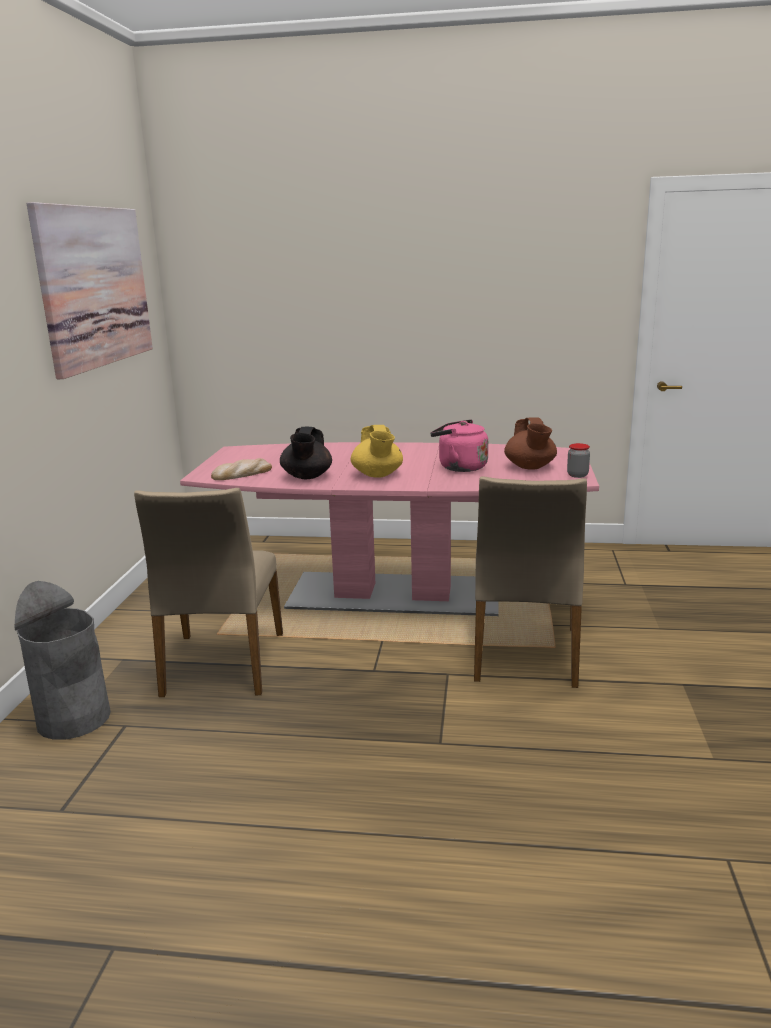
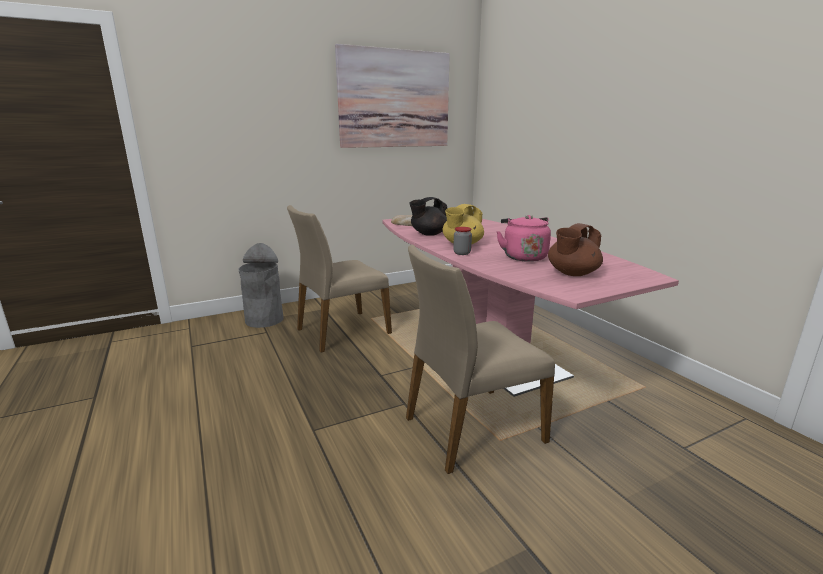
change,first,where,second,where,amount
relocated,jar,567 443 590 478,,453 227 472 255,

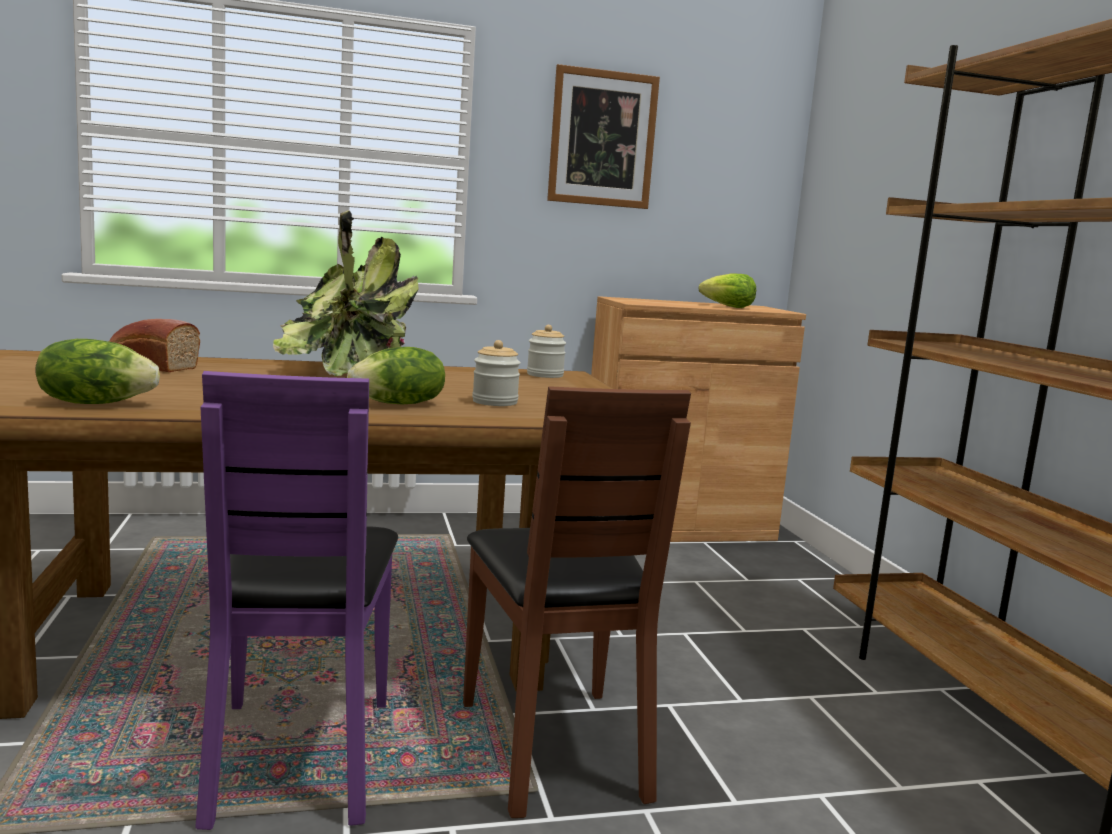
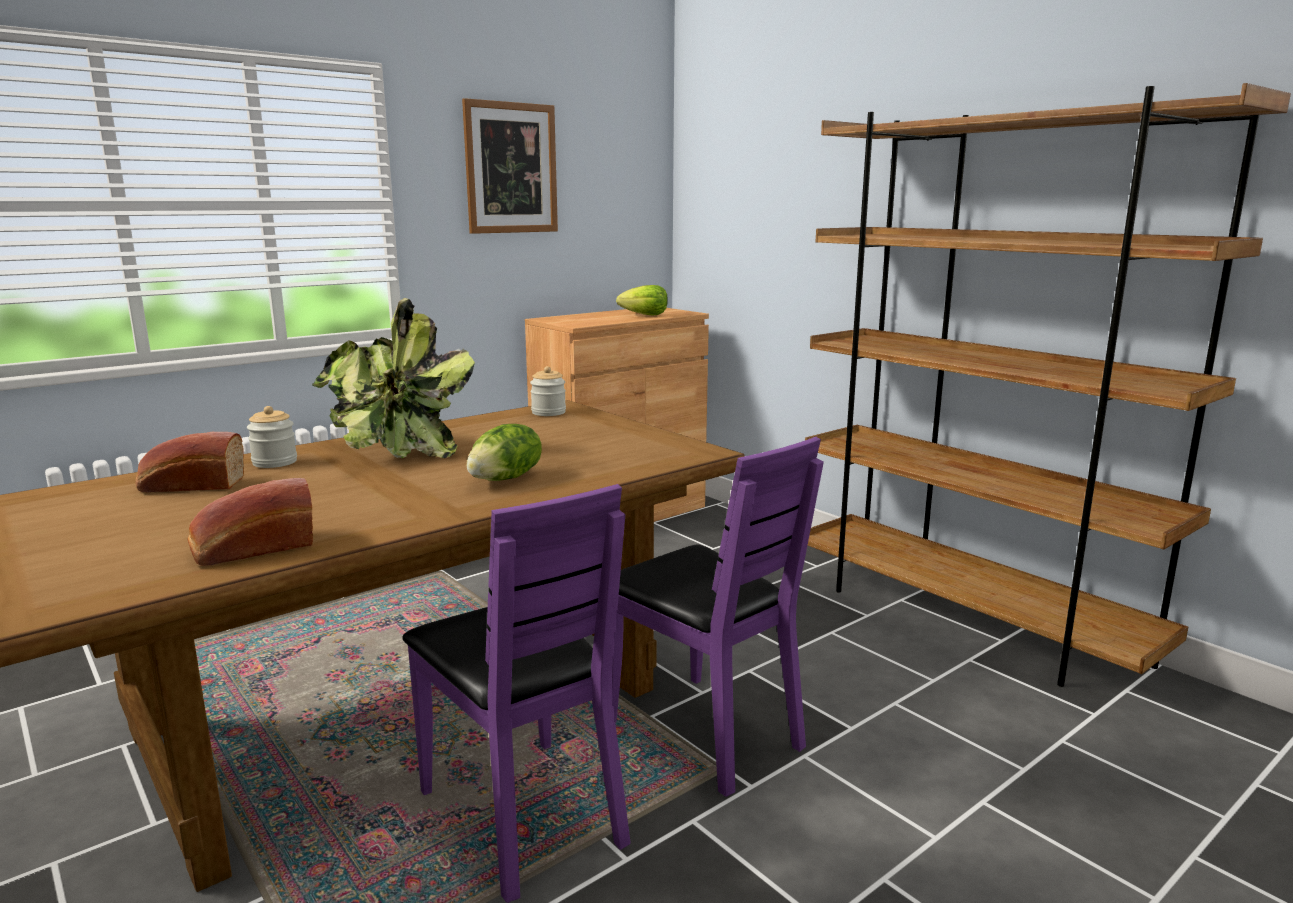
change,first,where,second,where,amount
exchanged,lettuce,35 339 160 404,bread,188 478 313 566,
relocated,jar,472 340 521 406,,247 406 297 468,
colour,brown chair,463 386 691 818,purple chair,612 437 824 797,

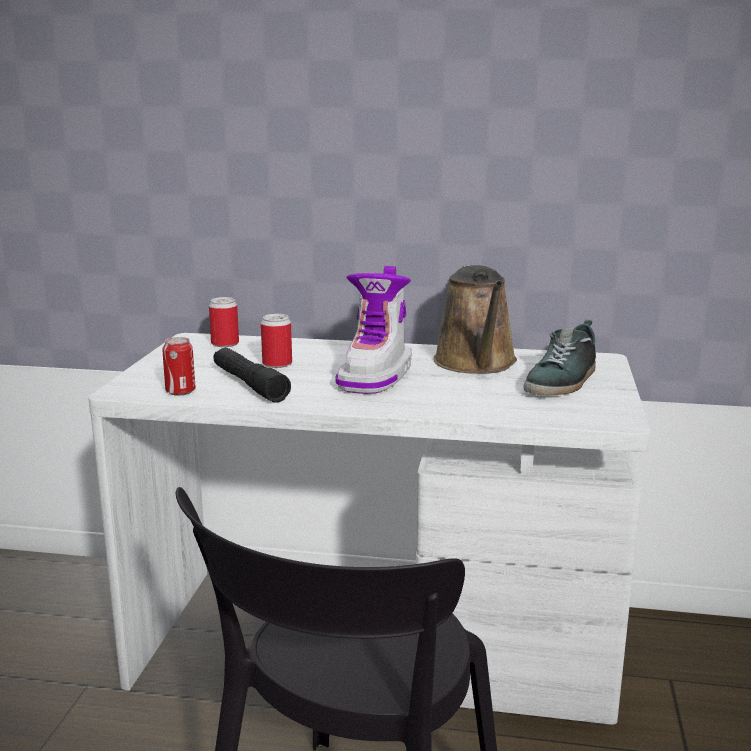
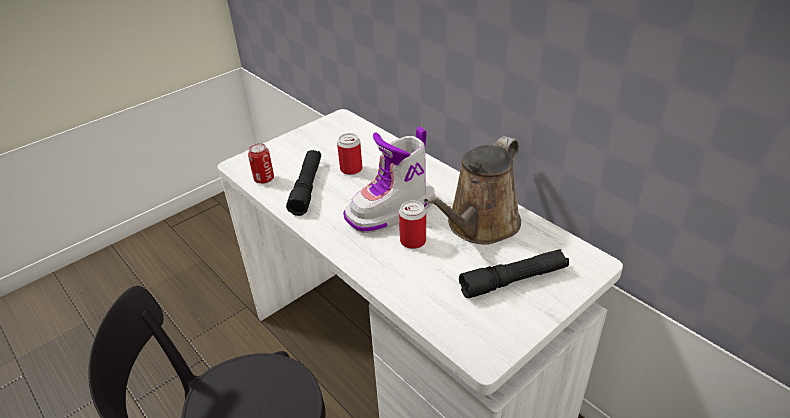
change,first,where,second,where,amount
relocated,can,209 297 239 347,,399 200 426 249,
exchanged,shoe,524 320 596 396,black flashlight,459 249 569 298,

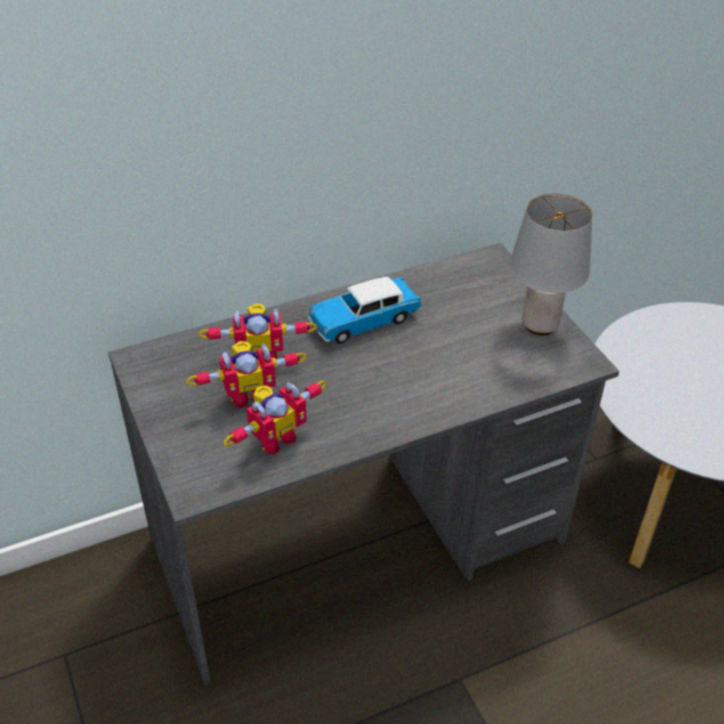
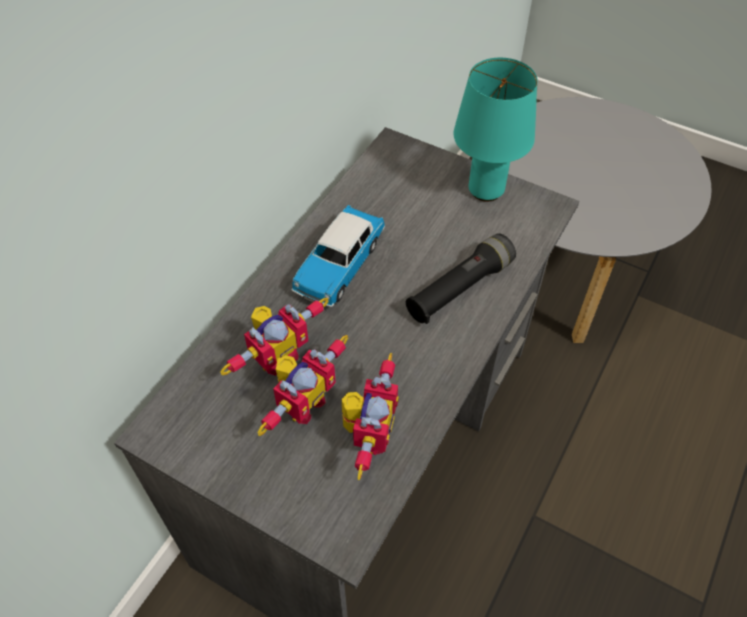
change,first,where,second,where,amount
appeared,,,black flashlight,406 233 516 324,
colour,grey table lamp,510 193 593 335,turquoise table lamp,454 58 538 202,

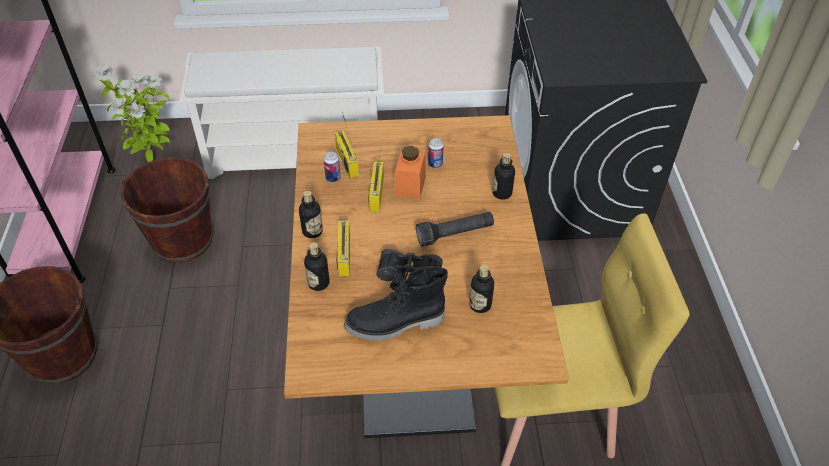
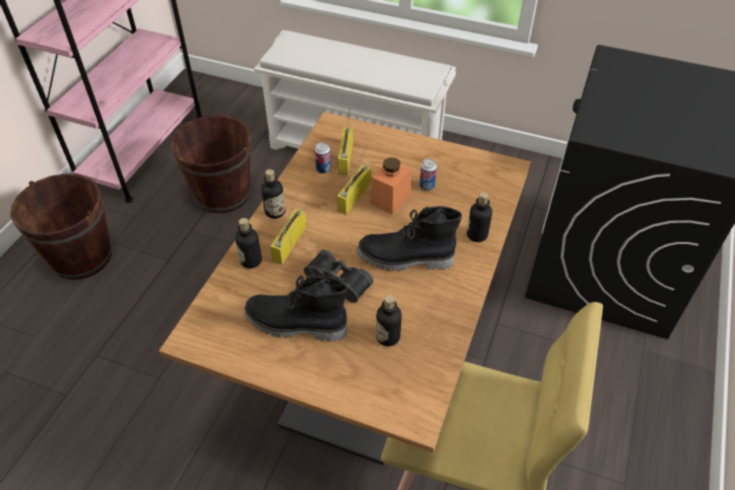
change,first,where,second,where,amount
exchanged,black flashlight,416 212 494 247,black boot,356 206 462 271,
missing,potted plant,95 65 170 162,,,

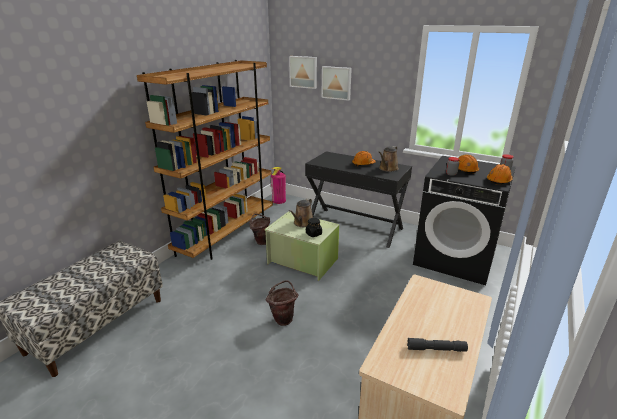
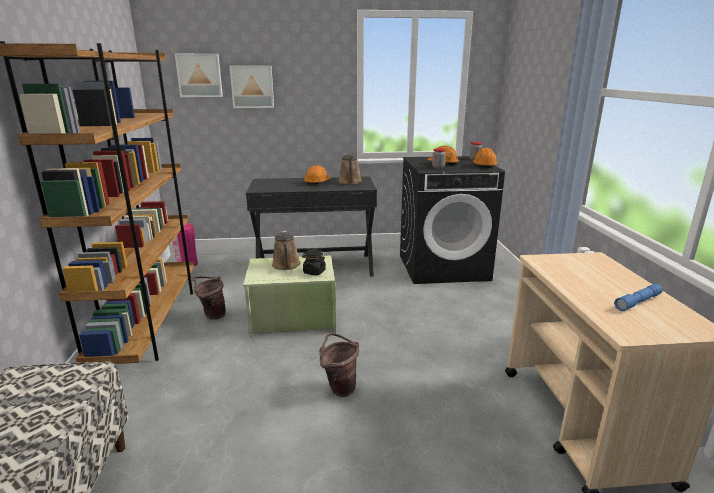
change,first,where,second,where,amount
colour,grey flashlight,407 338 468 352,blue flashlight,614 284 663 311,

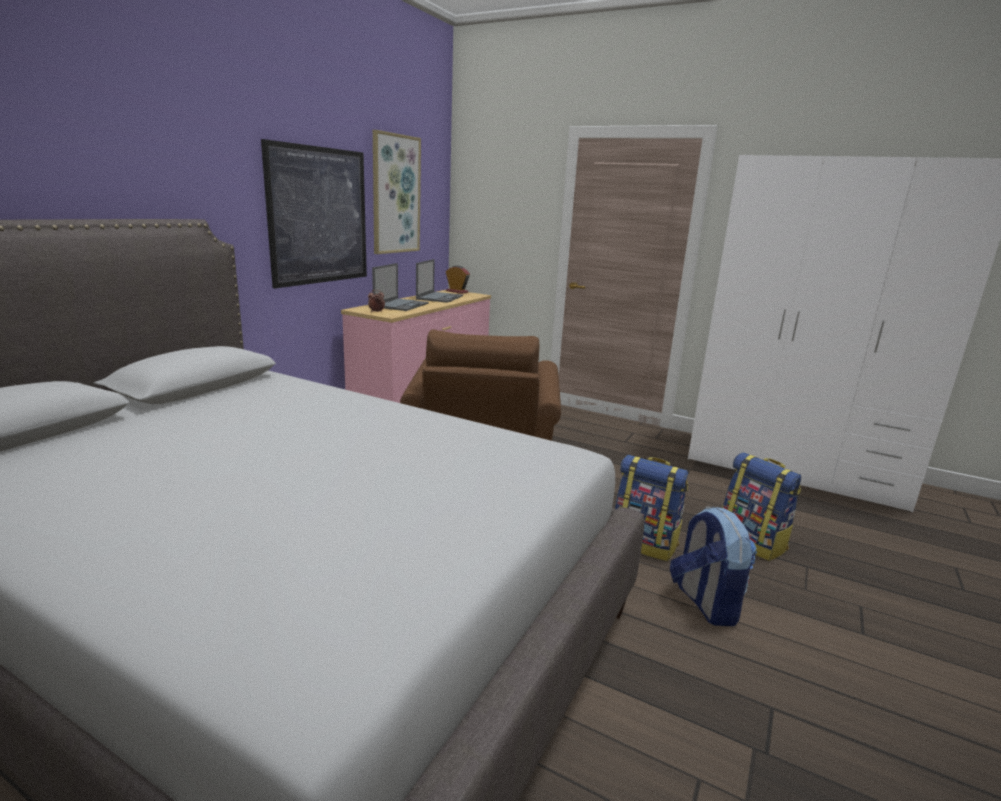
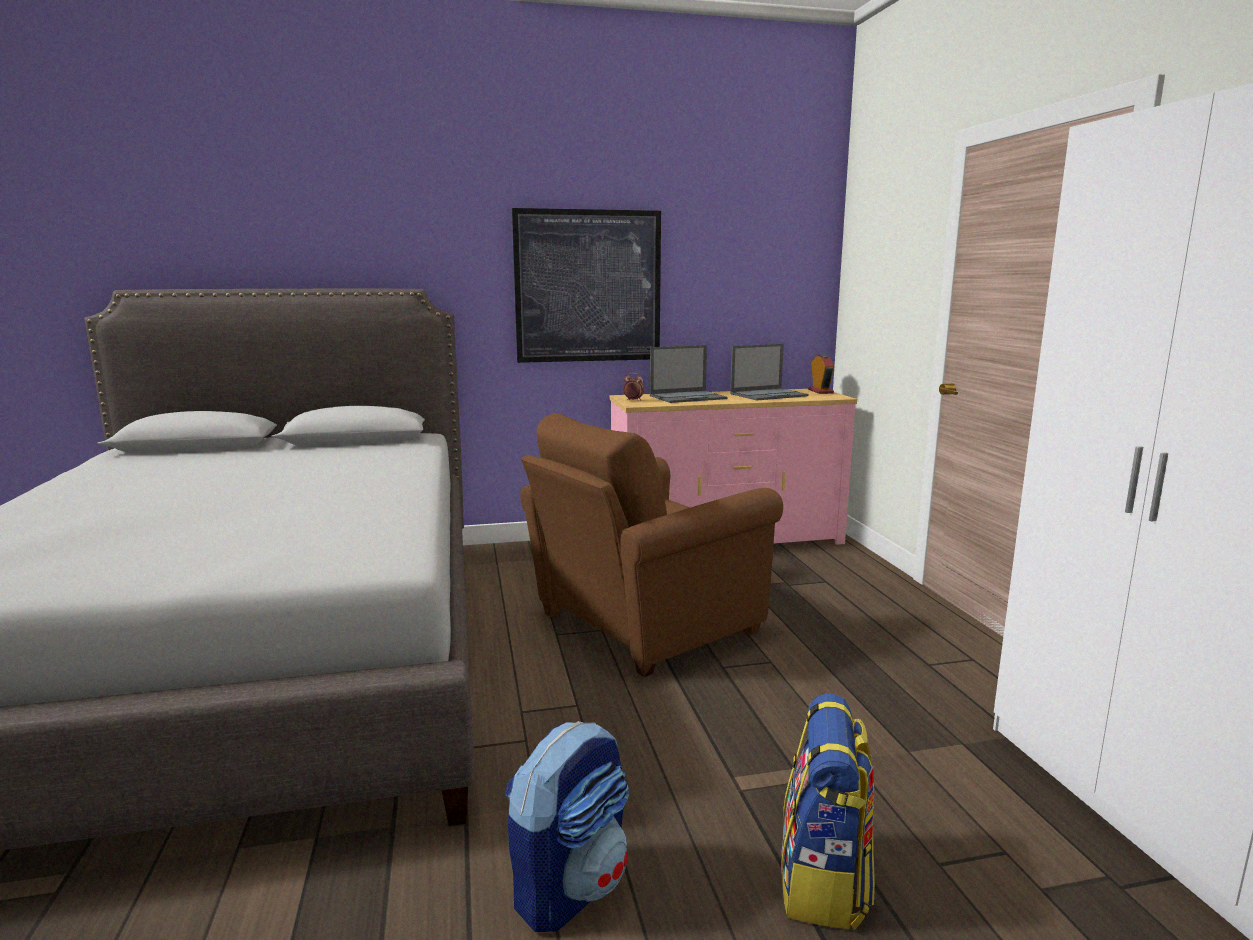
change,first,where,second,where,amount
missing,picture,373 130 421 254,,,
missing,backpack,615 455 688 561,,,

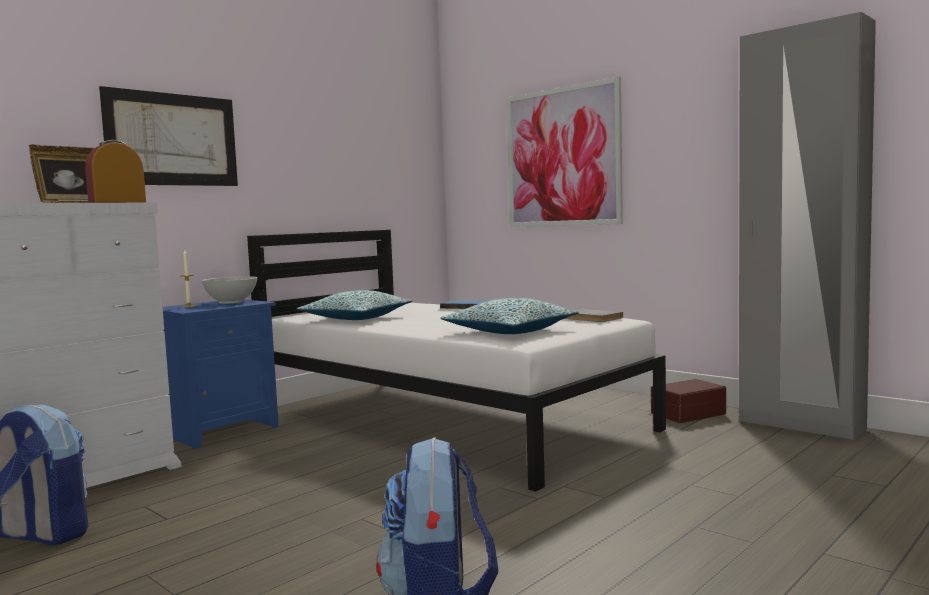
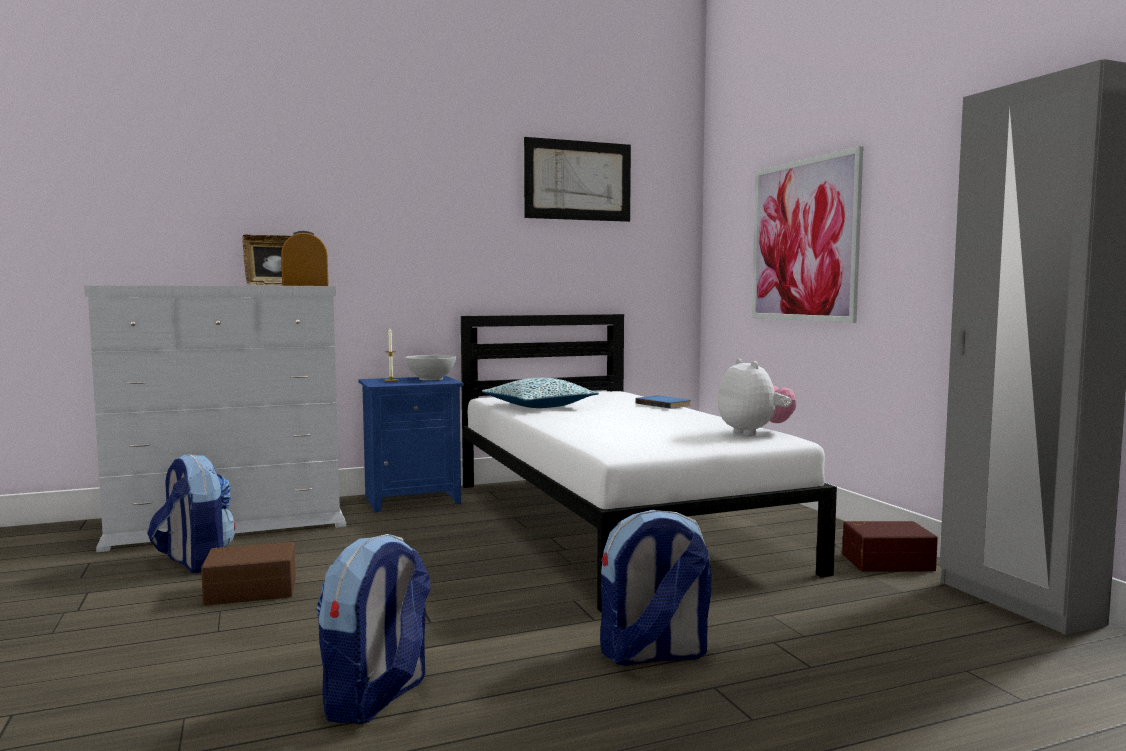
change,first,where,second,where,amount
appeared,,,brown storage box,201 542 296 606,
relocated,picture,99 86 238 186,,524 137 631 222,
appeared,,,backpack,600 510 712 666,
exchanged,grey book,565 309 623 322,plush toy,718 359 796 436,
missing,pillow,440 298 579 334,,,

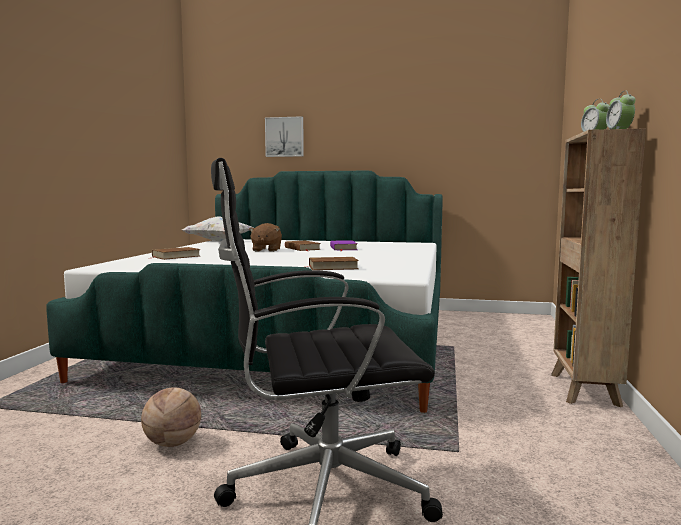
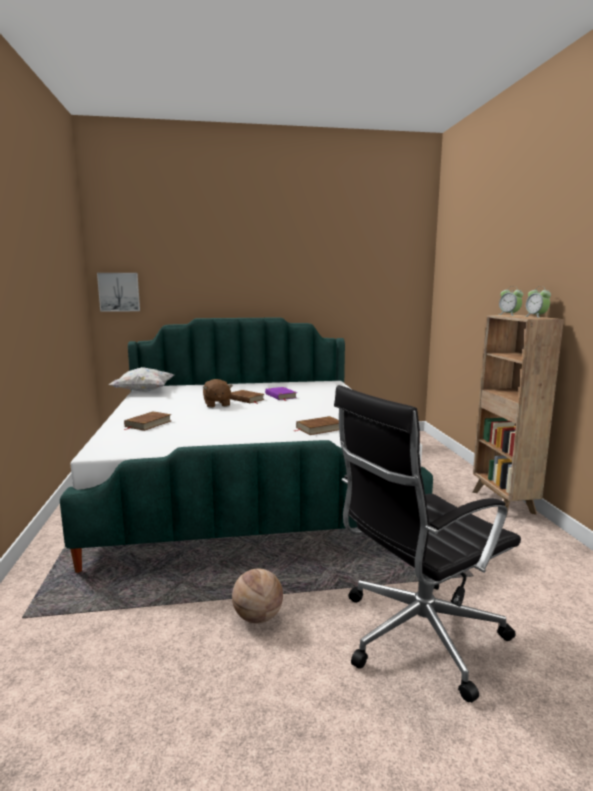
change,first,where,second,where,amount
relocated,picture,265 116 304 157,,97 273 140 312,

